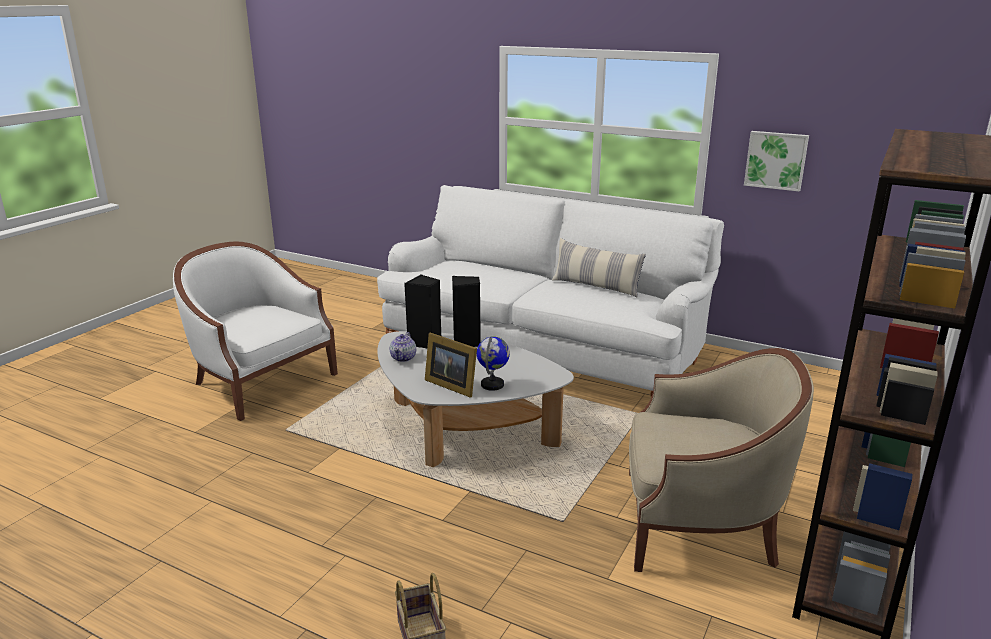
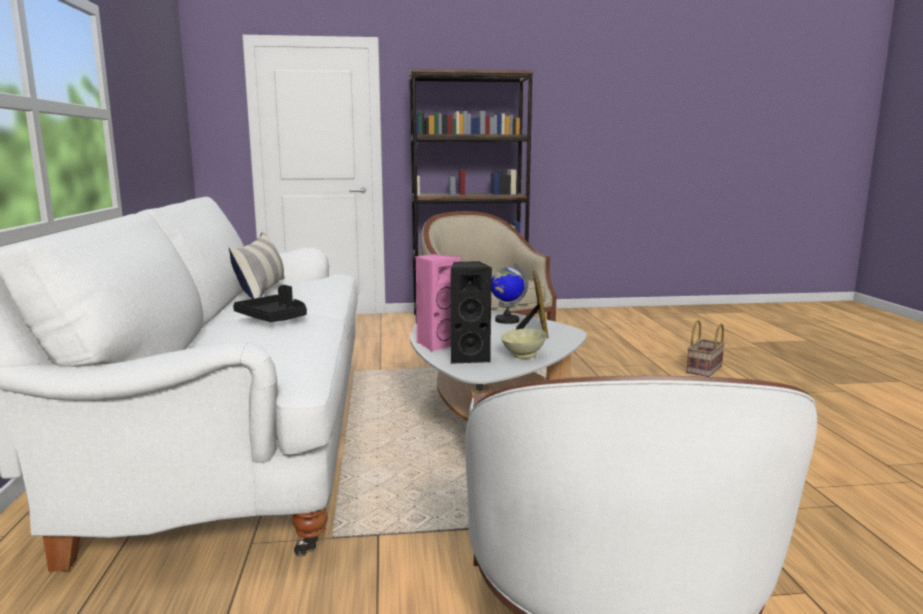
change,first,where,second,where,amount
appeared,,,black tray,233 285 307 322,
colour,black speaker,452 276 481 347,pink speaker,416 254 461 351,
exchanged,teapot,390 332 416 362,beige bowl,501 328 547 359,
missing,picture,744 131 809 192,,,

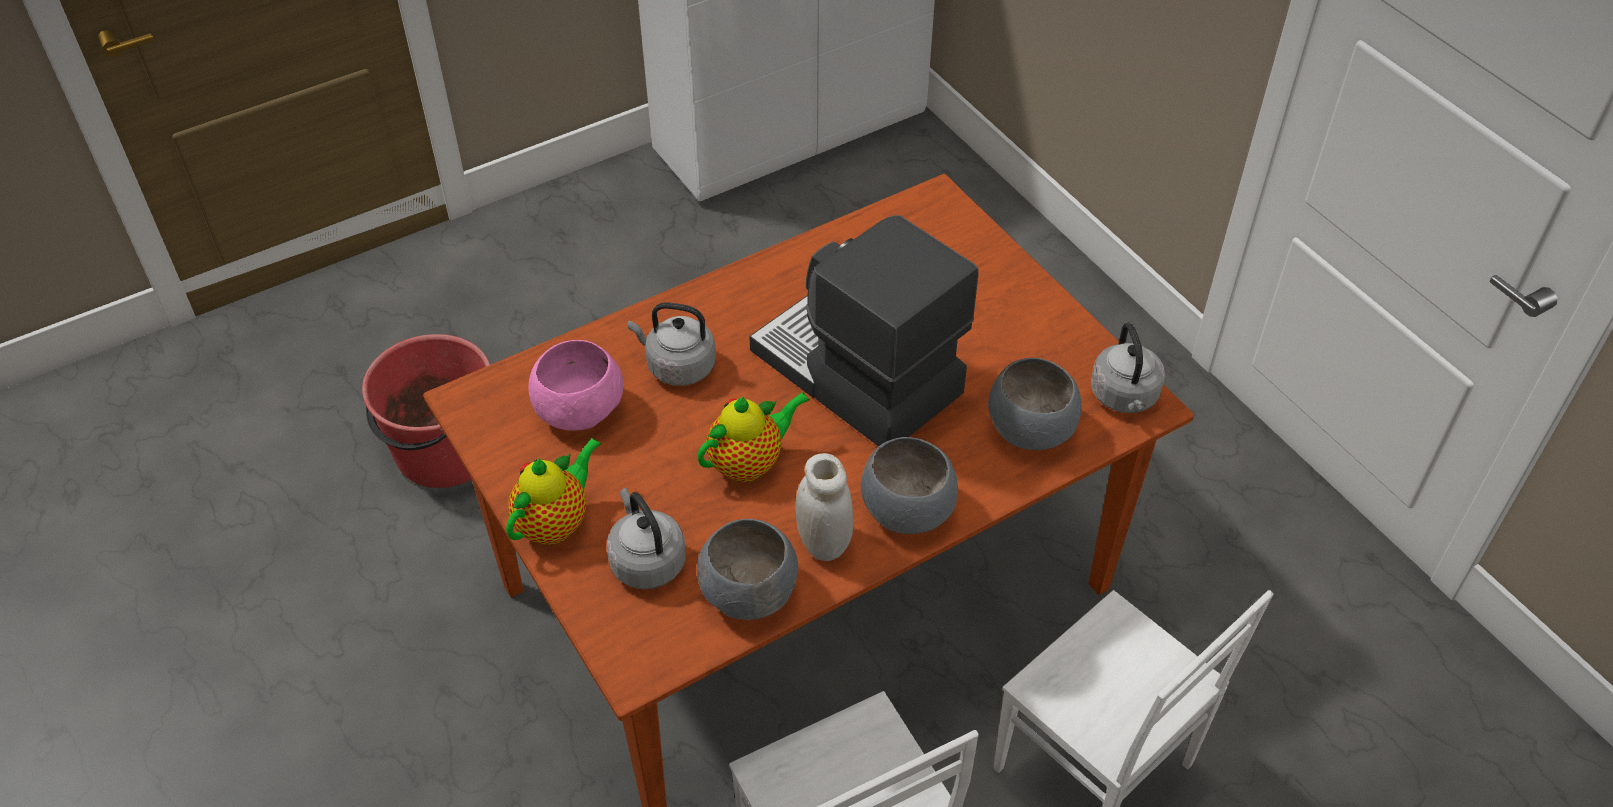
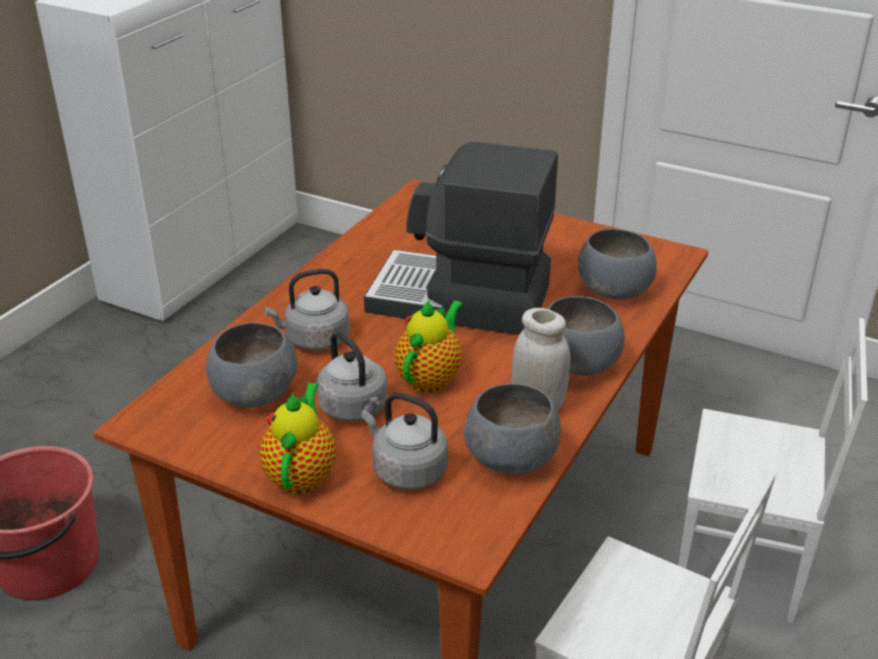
change,first,where,second,where,amount
colour,pink bowl,528 340 623 431,grey bowl,206 323 297 408,
relocated,grey kettle,1091 322 1165 413,,317 331 388 422,

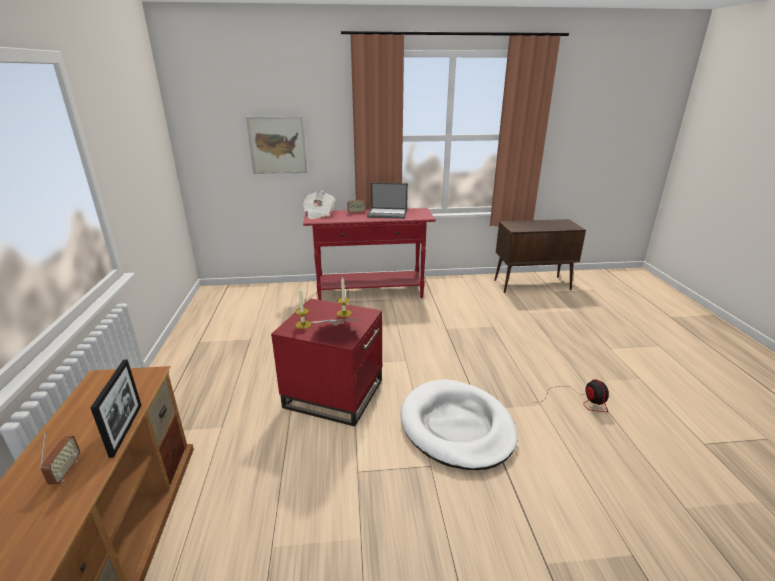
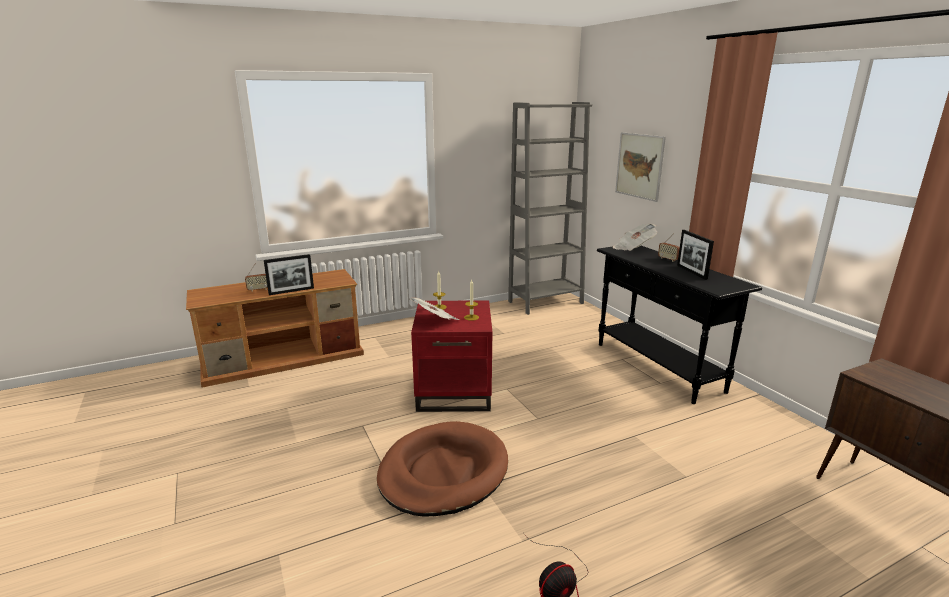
change,first,where,second,where,amount
colour,white dog bed,401 379 518 470,brown dog bed,377 421 508 517,
appeared,,,grey bookcase,508 102 592 315,
colour,red console table,303 208 436 300,black console table,597 245 762 404,
exchanged,laptop,367 183 408 219,picture frame,677 230 714 280,

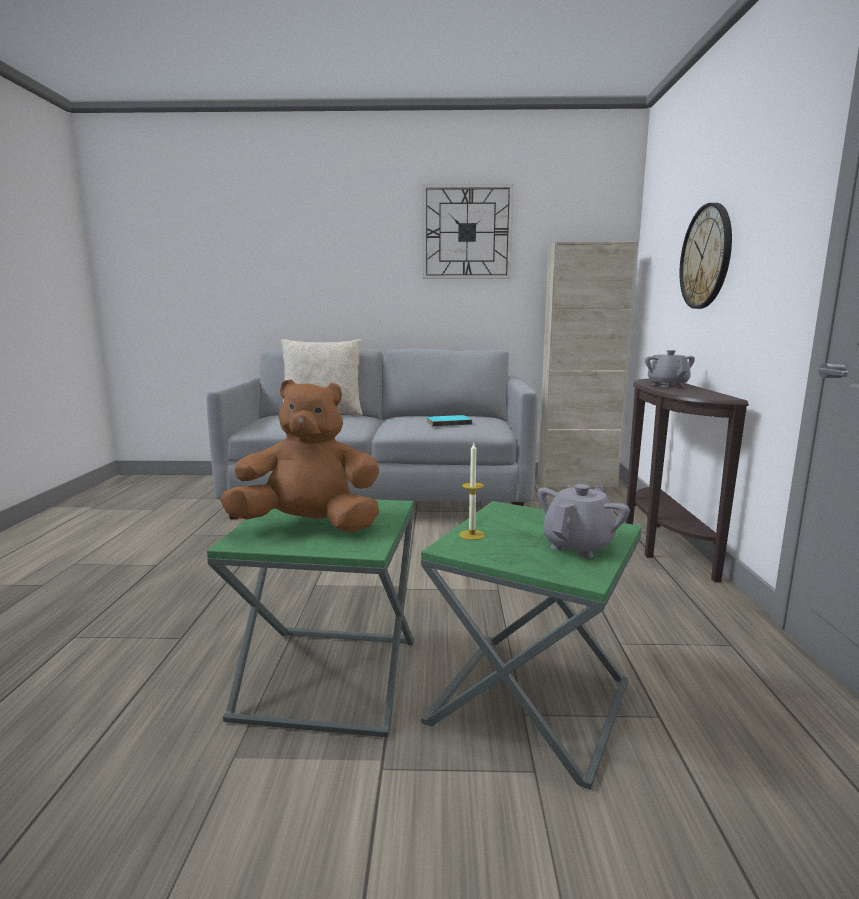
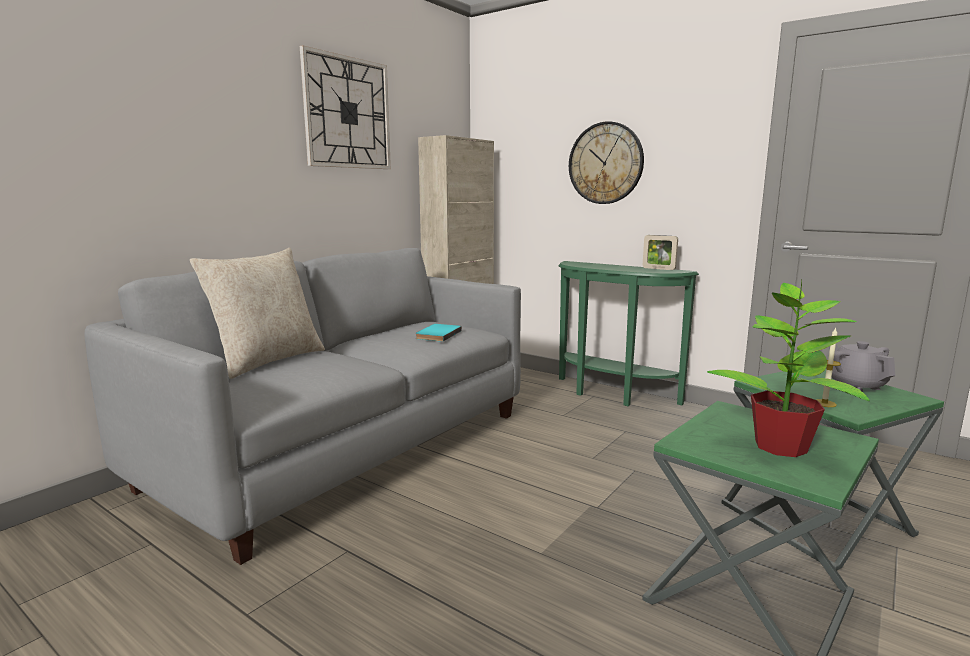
change,first,where,second,where,amount
colour,brown console table,625 379 749 582,green console table,559 261 699 406,
appeared,,,picture frame,643 235 678 270,
exchanged,brown plush toy,220 379 379 532,potted plant,707 279 870 457,
missing,grey teapot,645 350 695 387,,,

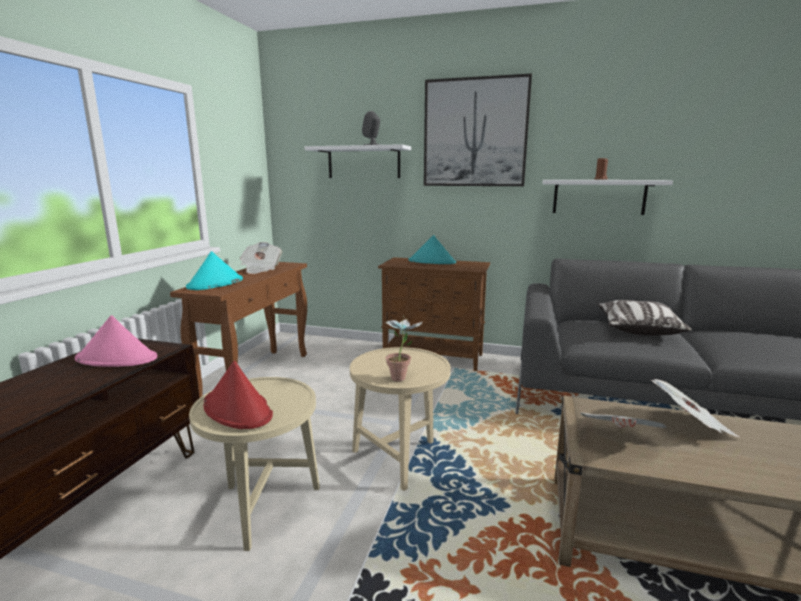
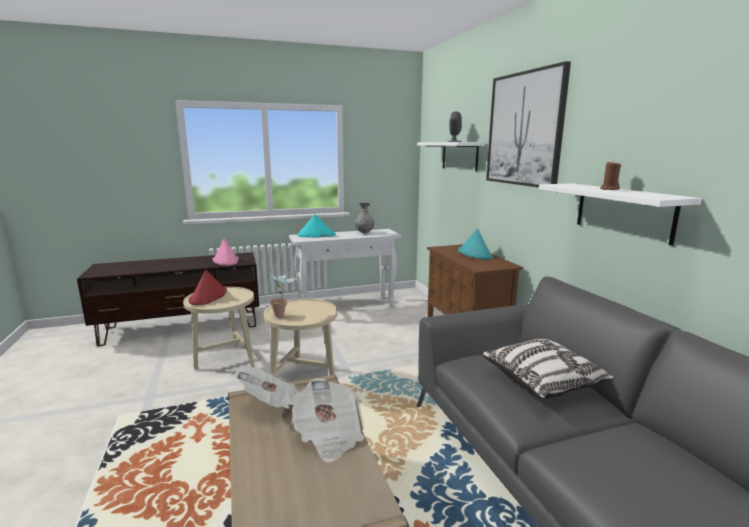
change,first,where,second,where,amount
colour,brown console table,170 262 307 398,white console table,289 229 401 307,
exchanged,newspaper,240 242 283 274,grey vase,355 203 374 233,

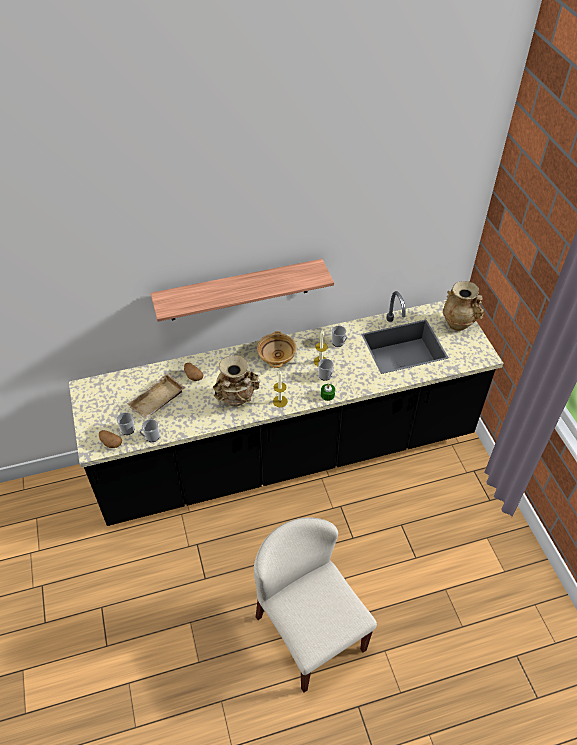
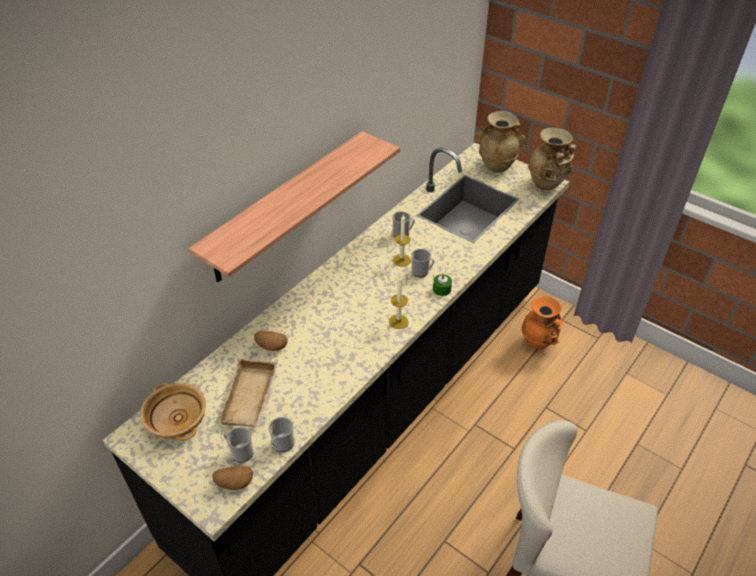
change,first,where,second,where,amount
relocated,beige bowl,257 331 297 368,,140 383 206 441,
appeared,,,orange vase,522 297 563 350,
relocated,beige vase,213 355 260 406,,528 128 576 190,

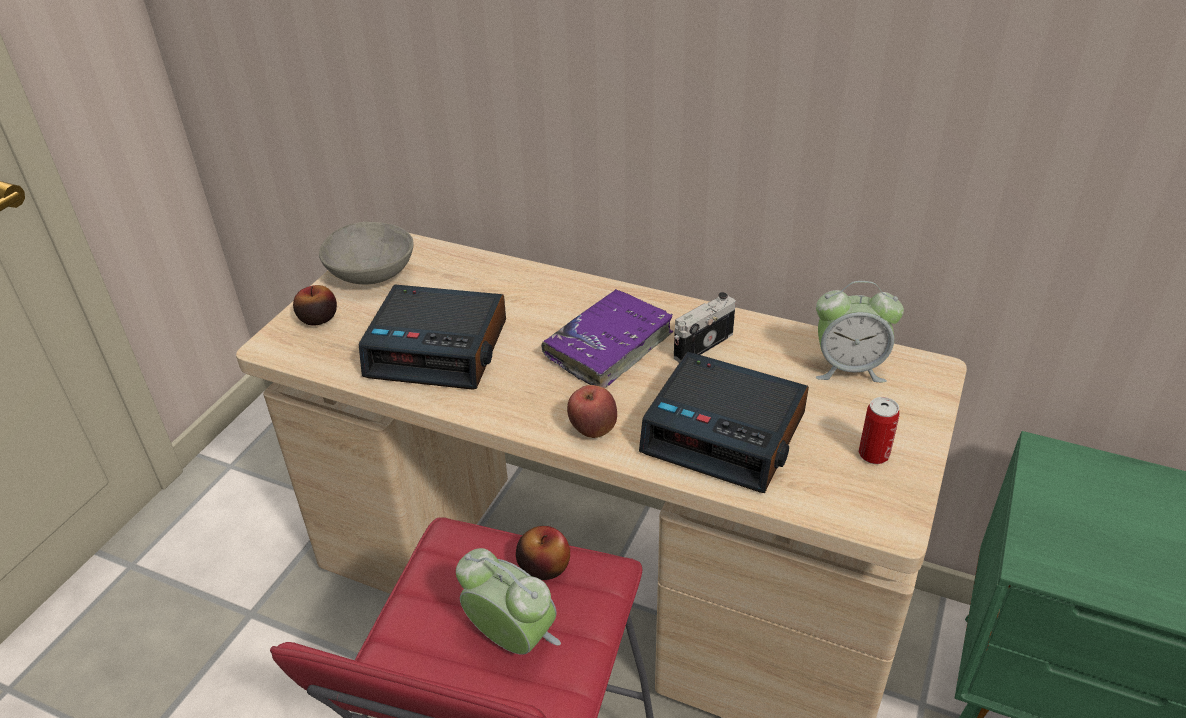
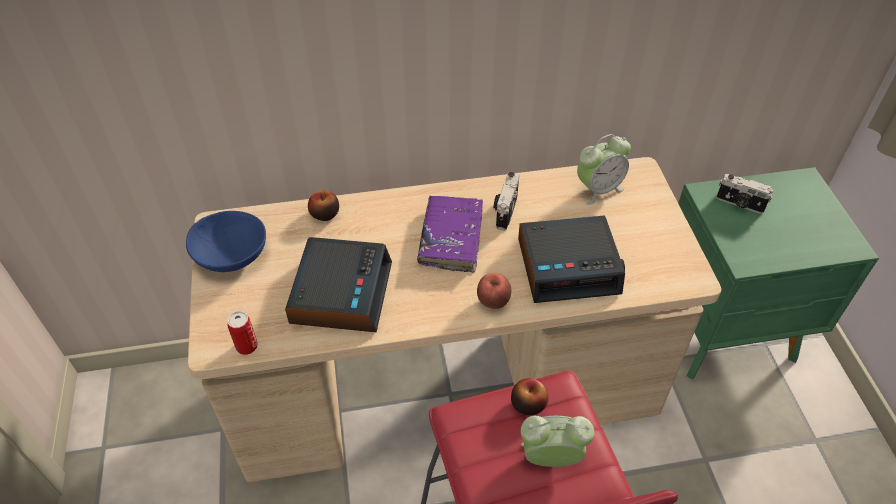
change,first,where,second,where,amount
colour,grey bowl,319 222 414 284,blue bowl,186 211 266 272,
relocated,can,859 397 900 464,,227 311 258 355,
spun,alarm clock,359 285 506 390,,285 237 392 332,60 degrees counterclockwise
relocated,apple,293 285 337 326,,308 190 339 221,
appeared,,,photo camera,716 174 773 214,

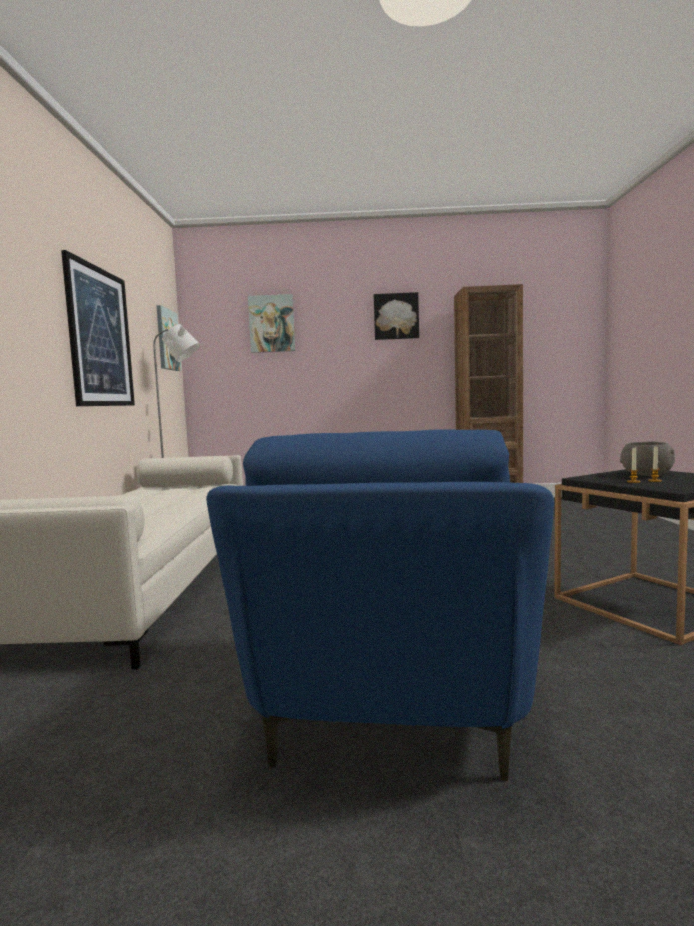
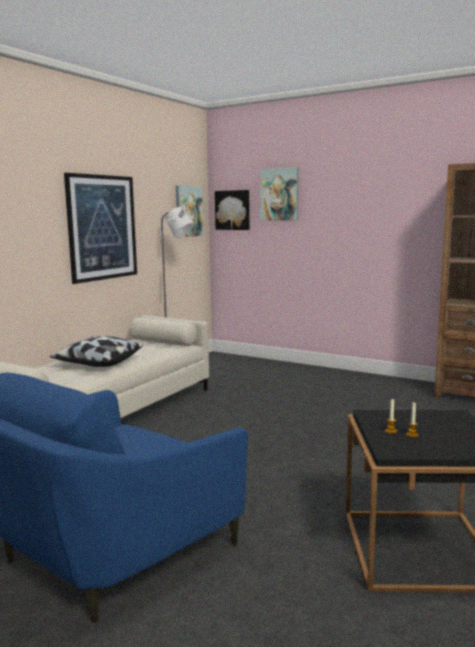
change,first,where,second,where,amount
appeared,,,pillow,50 336 143 367,
relocated,picture,374 292 419 340,,215 190 250 230,
missing,grey bowl,620 442 675 476,,,

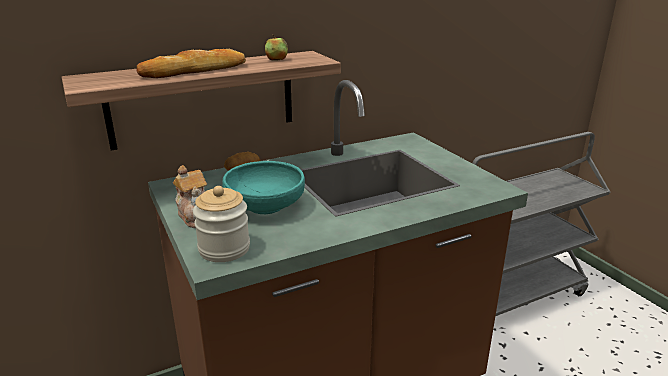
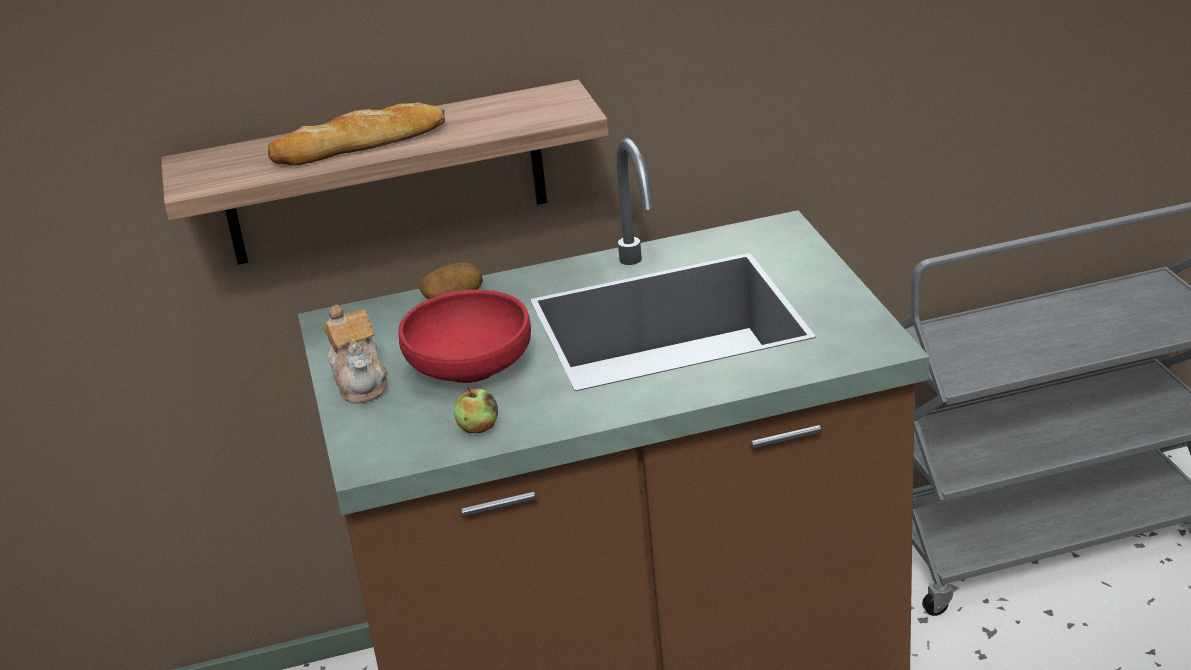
change,first,where,second,where,amount
colour,turquoise bowl,222 161 305 214,red bowl,399 289 531 383,
relocated,apple,265 34 288 61,,454 387 498 433,
missing,jar,193 186 250 262,,,

